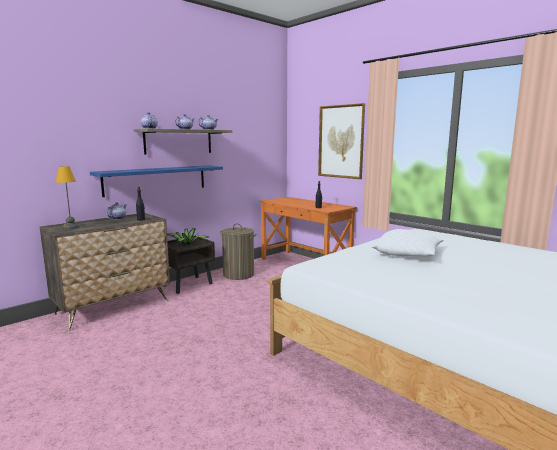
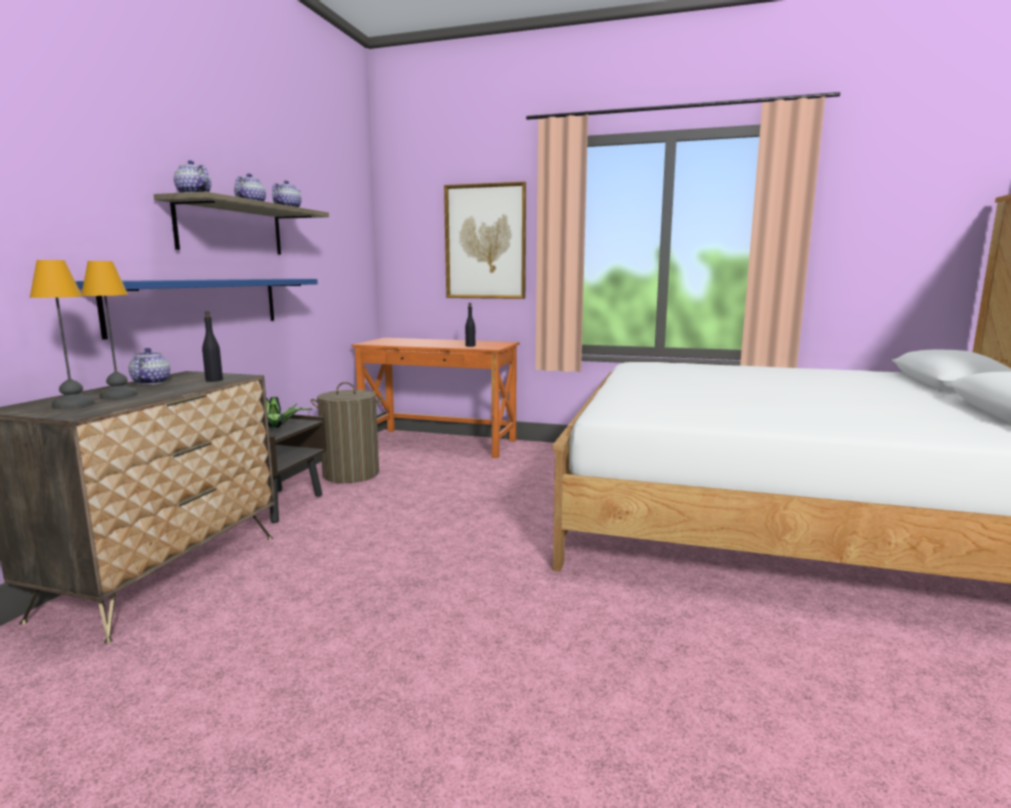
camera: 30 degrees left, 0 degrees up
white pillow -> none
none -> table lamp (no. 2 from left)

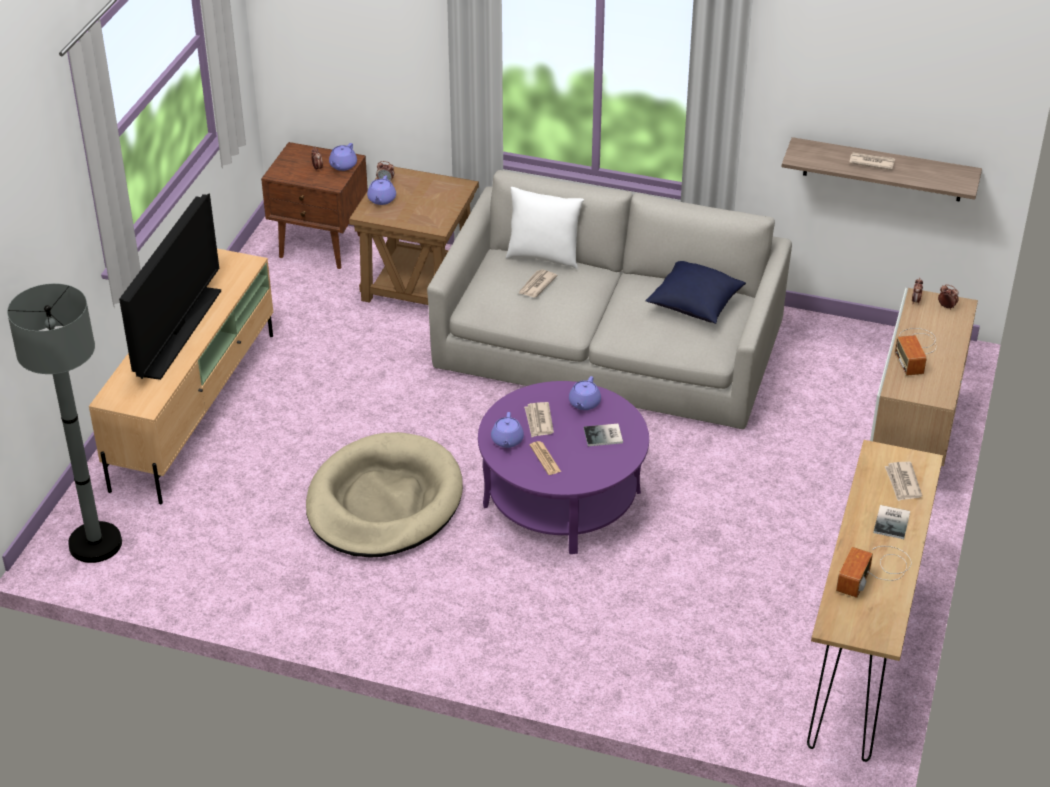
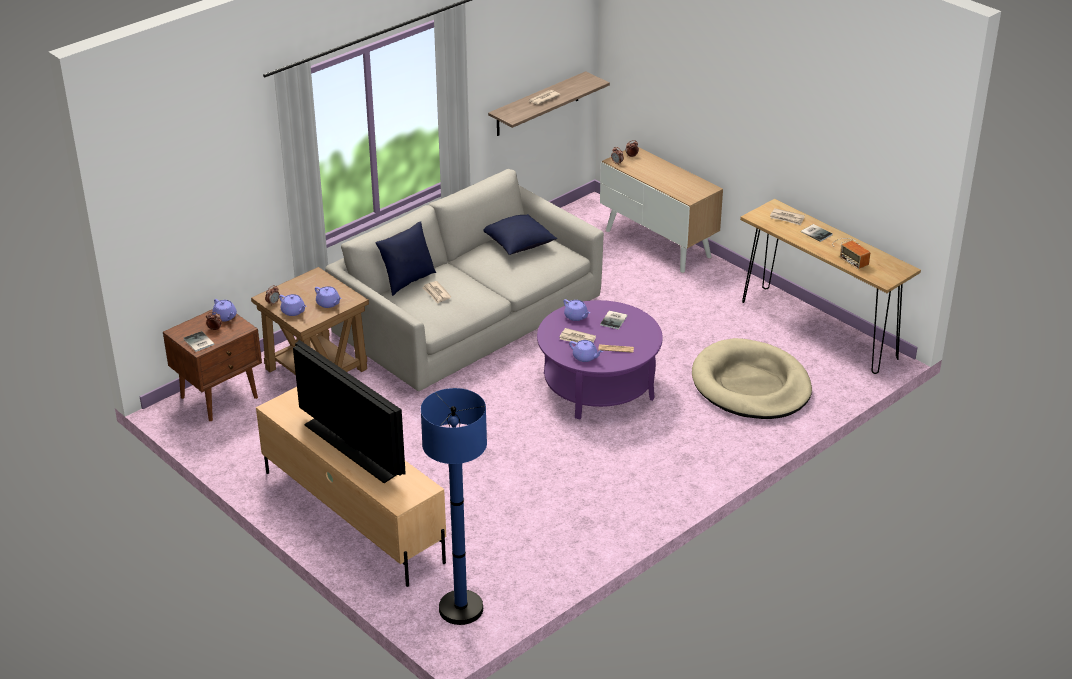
camera: 60 degrees left, 5 degrees down
radio (no. 2 from left) -> none
none -> book (no. 1 from left)
none -> purple teapot (no. 3 from left)
beige dog bed, shifted
grey floor lamp -> blue floor lamp
white pillow -> blue pillow (no. 1 from left)

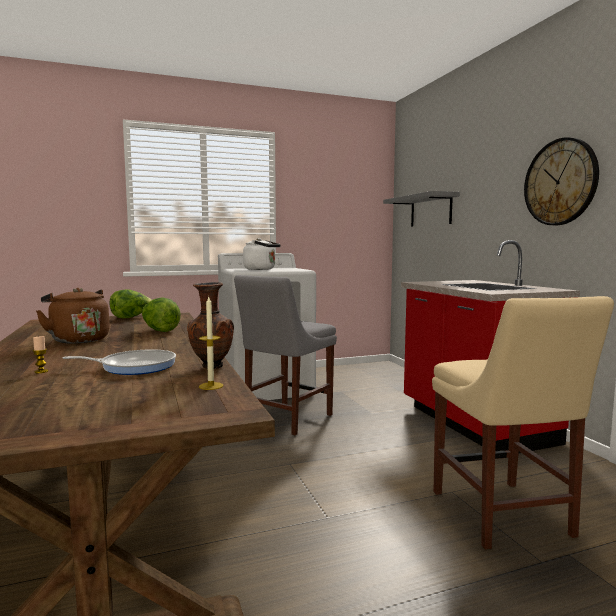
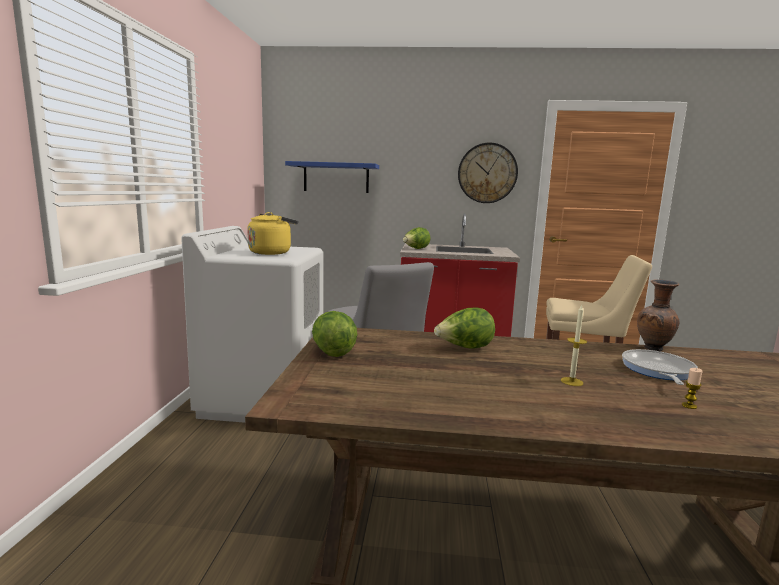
camera: 65 degrees left, 5 degrees up
brown kettle -> none
none -> lettuce (no. 2 from left)
candle (no. 2 from left in the first image) -> candle (no. 1 from left), shifted
white kettle -> yellow kettle
grey shelf -> blue shelf

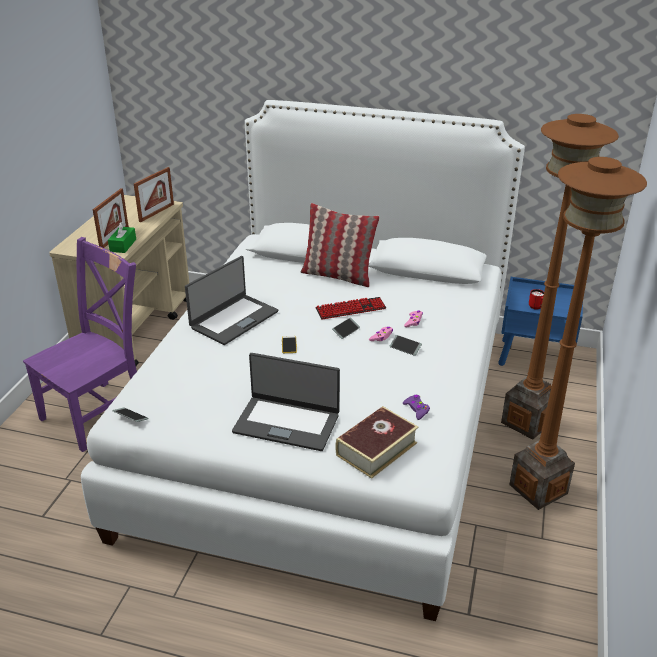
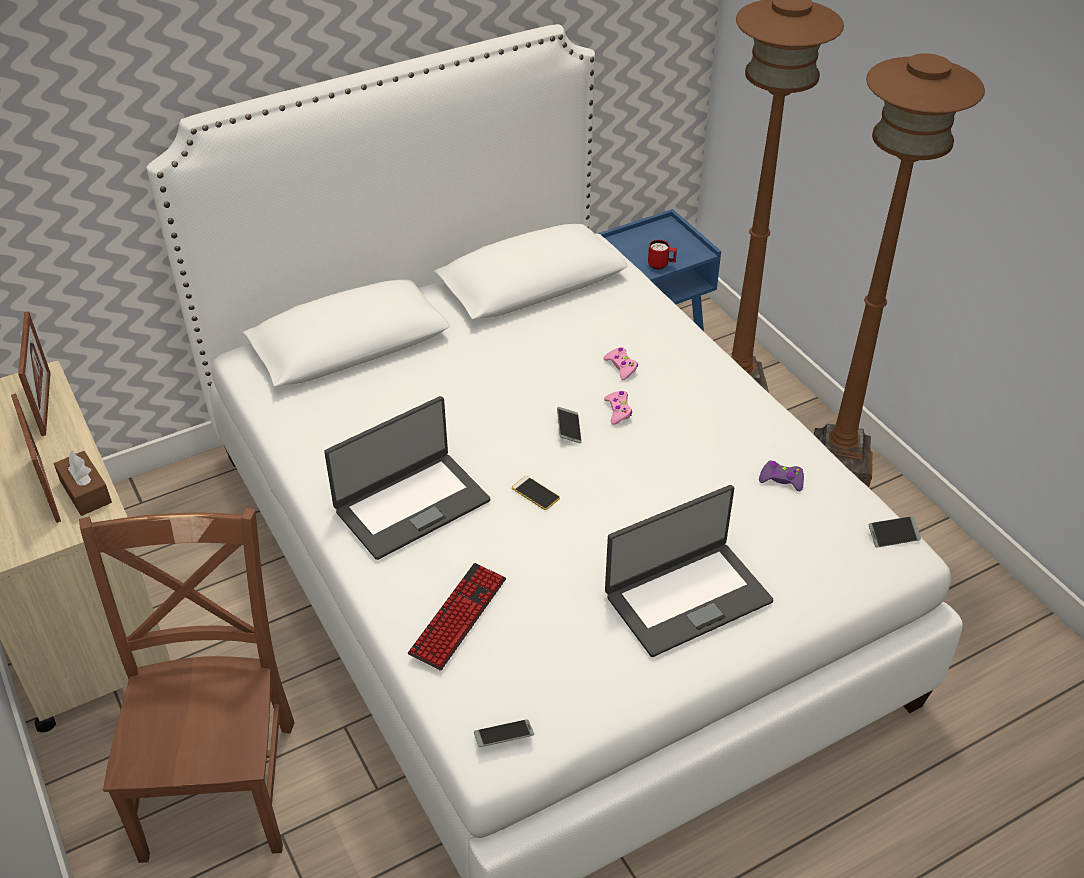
camera: 45 degrees left, 10 degrees up
pillow -> none
book -> none
keyboard, shifted
phone (no. 4 from left), shifted
purple chair -> brown chair
green tissue box -> brown tissue box
laptop (no. 1 from left), 60 degrees clockwise

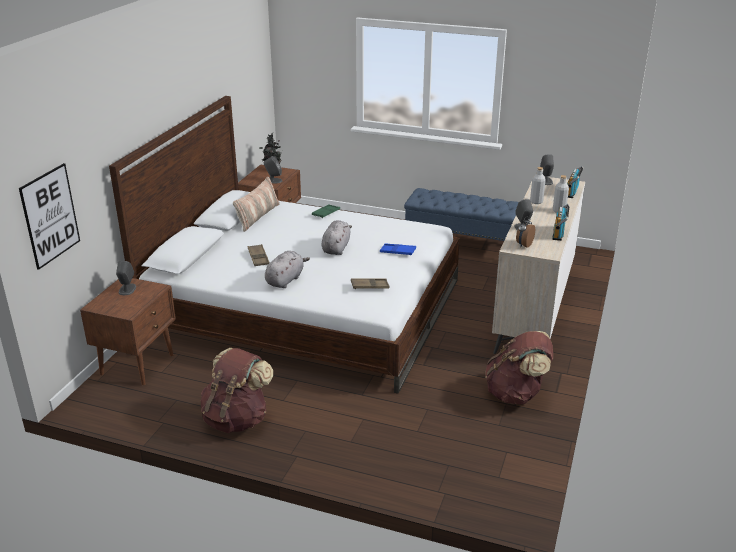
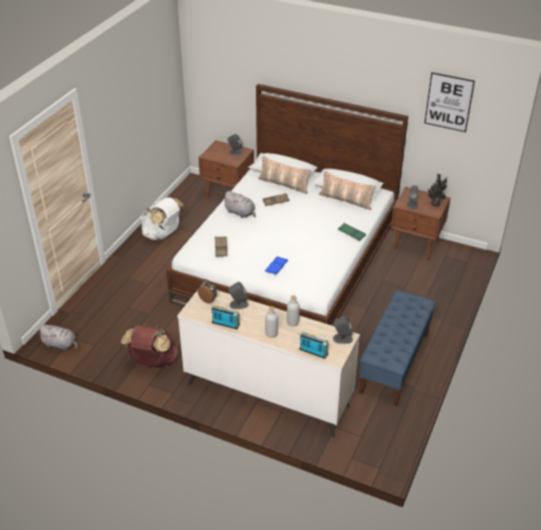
camera: 95 degrees right, 10 degrees up
none -> pillow (no. 1 from left)
picture, shifted
grey plush toy (no. 2 from left in the first image) -> grey plush toy (no. 1 from left), shifted
brown backpack (no. 1 from left) -> white backpack

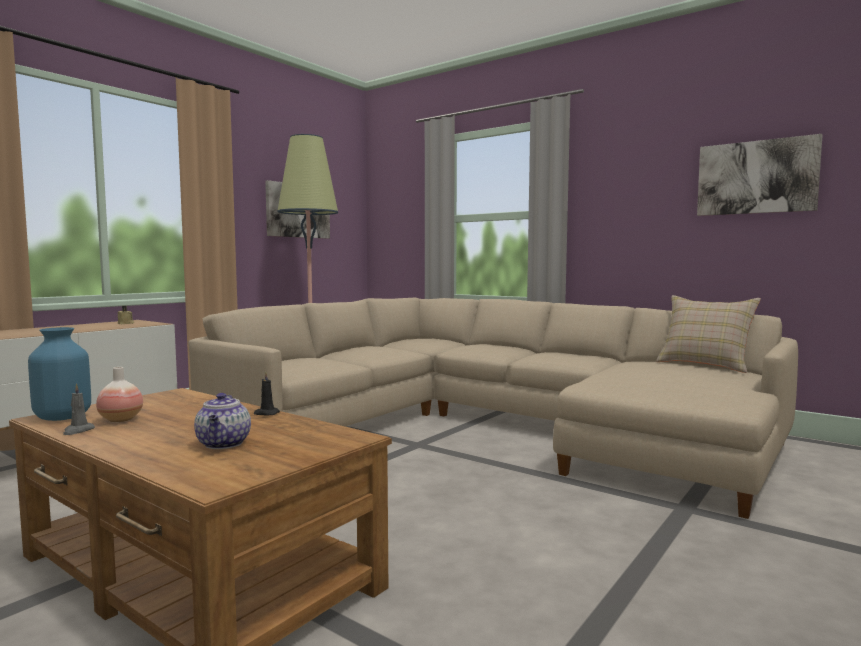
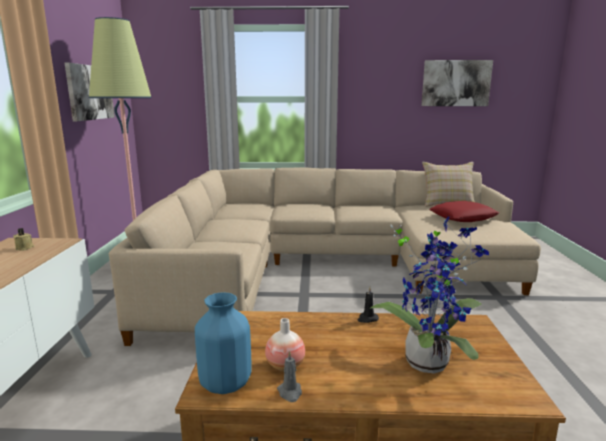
camera: 35 degrees left, 10 degrees up
none -> red pillow
teapot -> potted plant

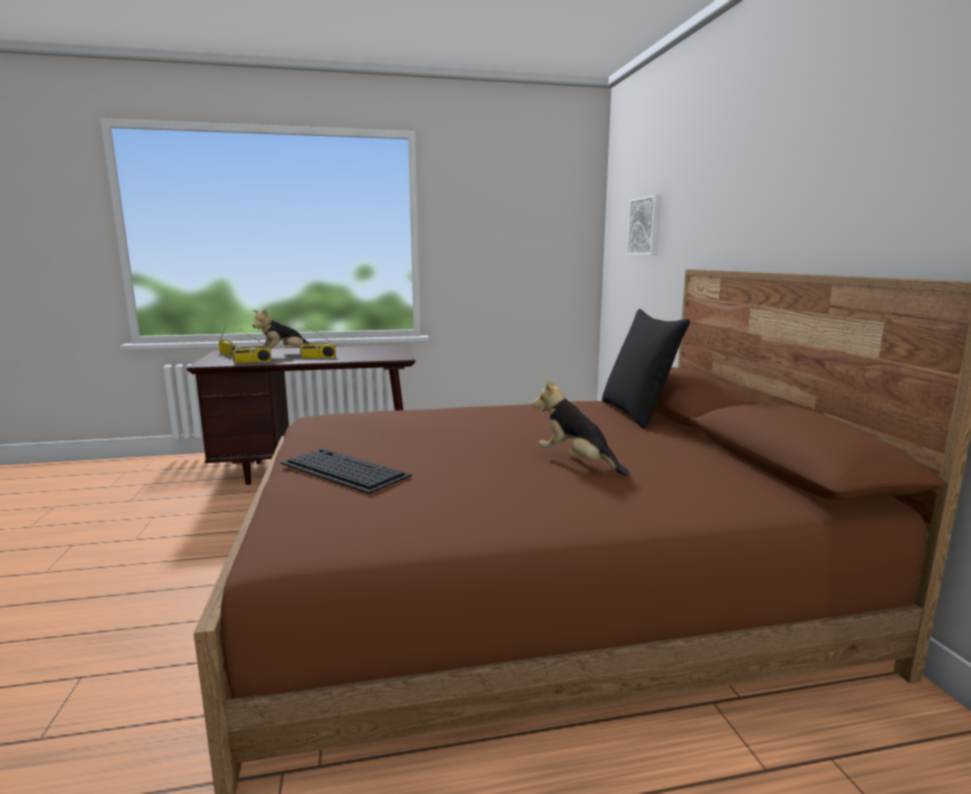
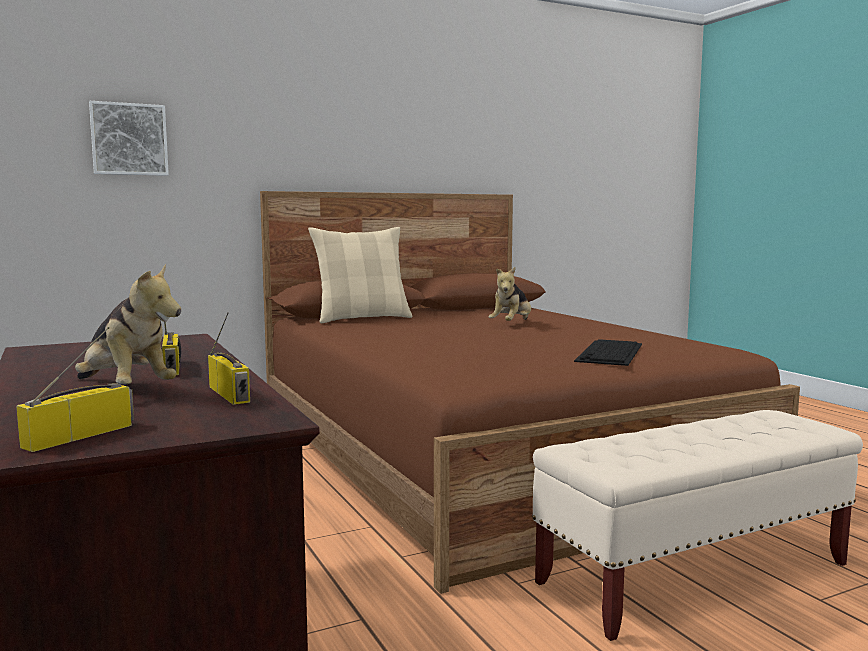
camera: 105 degrees left, 5 degrees down
none -> beige bench
black pillow -> beige pillow

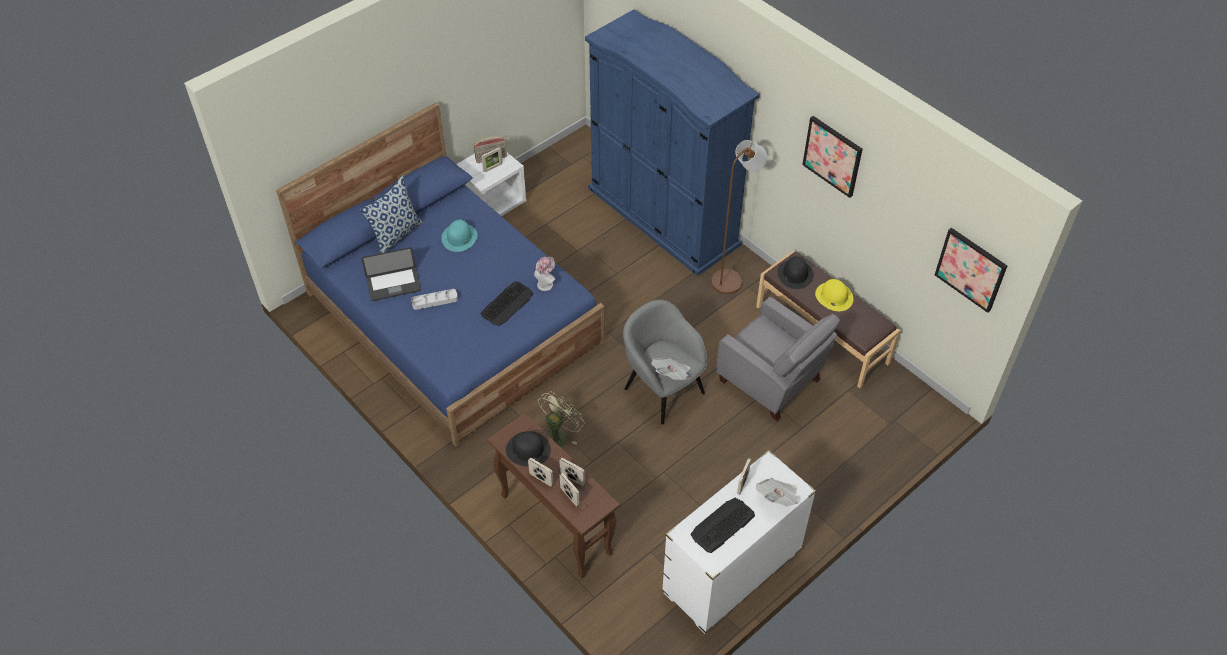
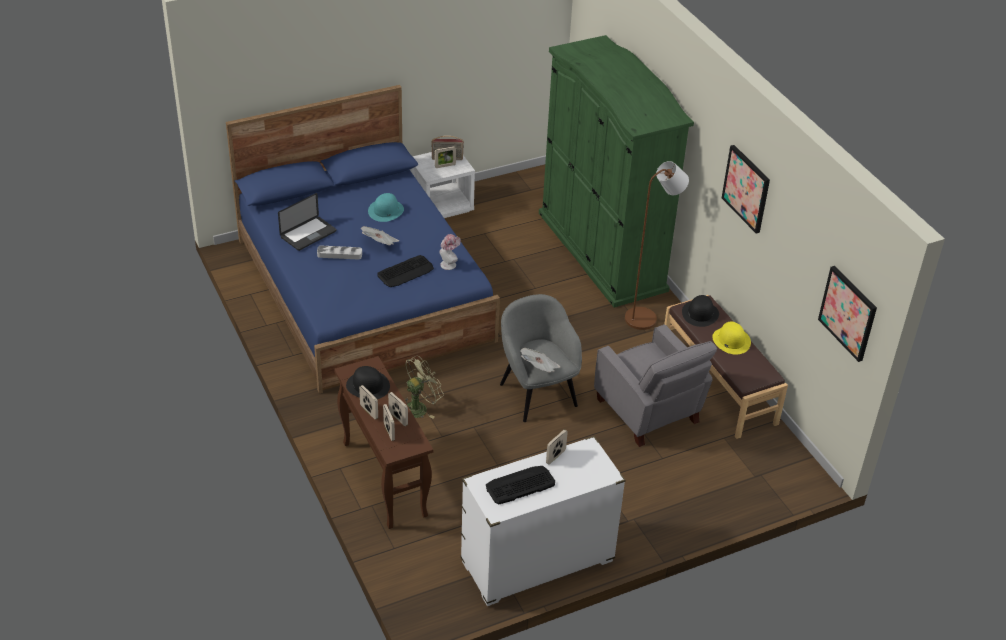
camera: 15 degrees right, 10 degrees down
pillow -> none
newspaper (no. 2 from left in the first image) -> newspaper (no. 1 from left), shifted
blue wardrobe -> green wardrobe
laptop, 45 degrees counterclockwise

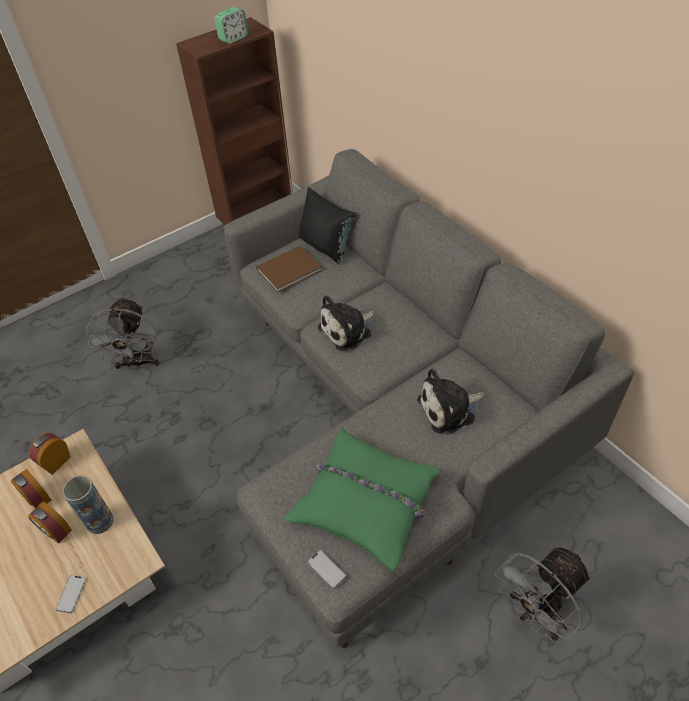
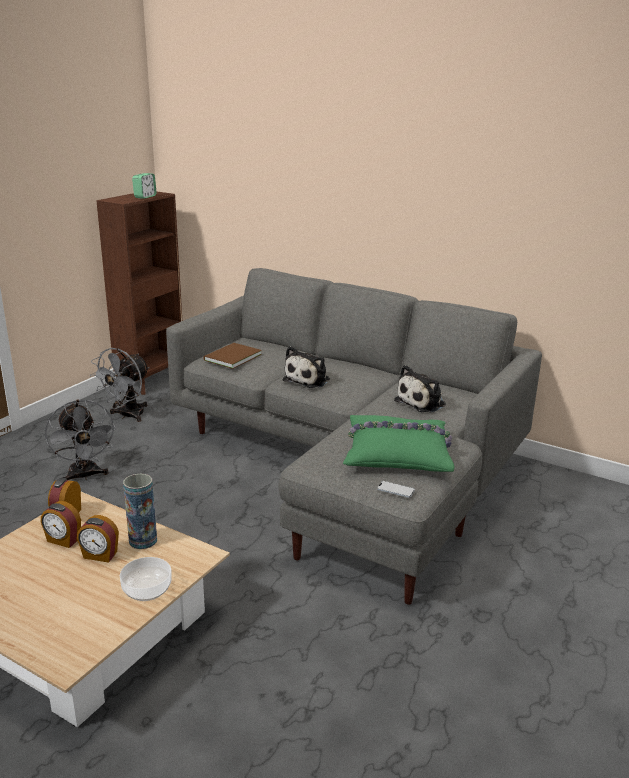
camera: 25 degrees left, 25 degrees down
black pillow -> none
grey fan (no. 2 from left), shifted
phone (no. 1 from left) -> bowl

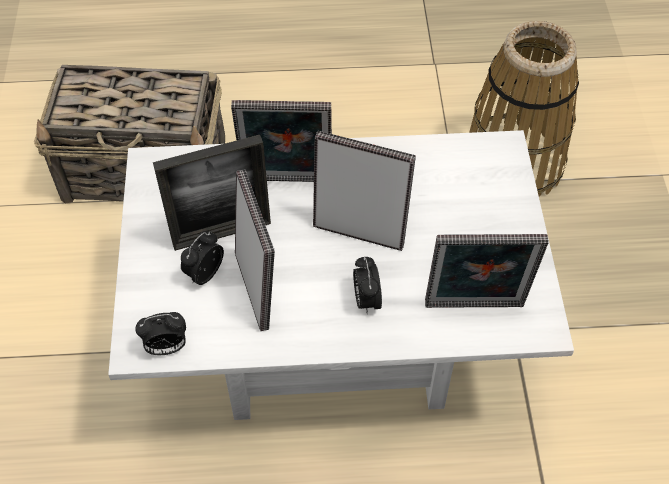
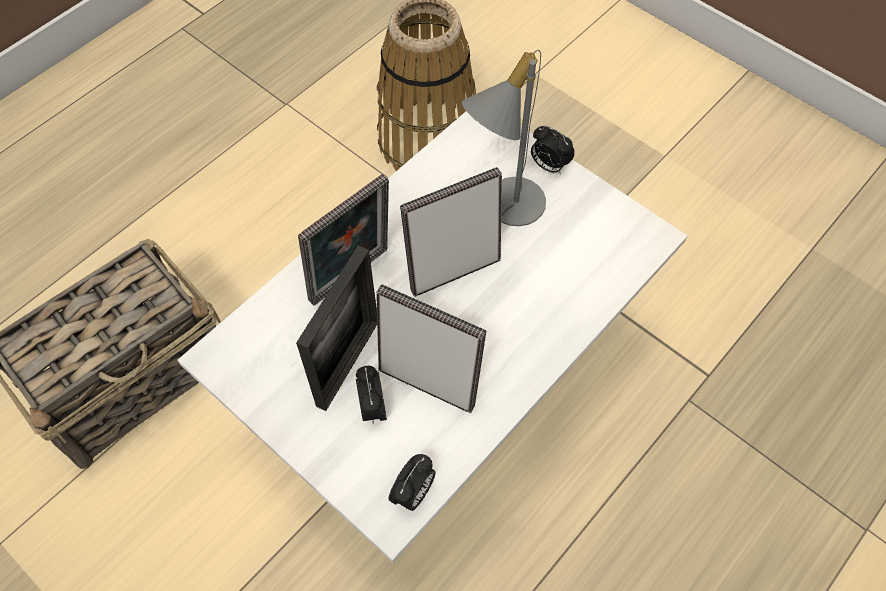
camera: 45 degrees left, 5 degrees up
picture frame (no. 5 from left) -> none
none -> grey table lamp
alarm clock (no. 3 from left), shifted

